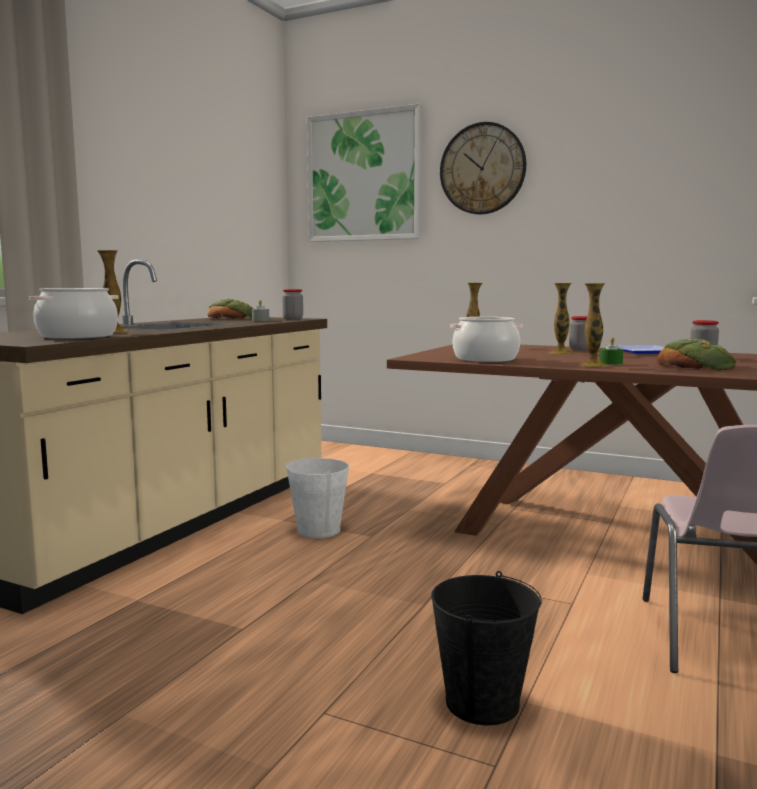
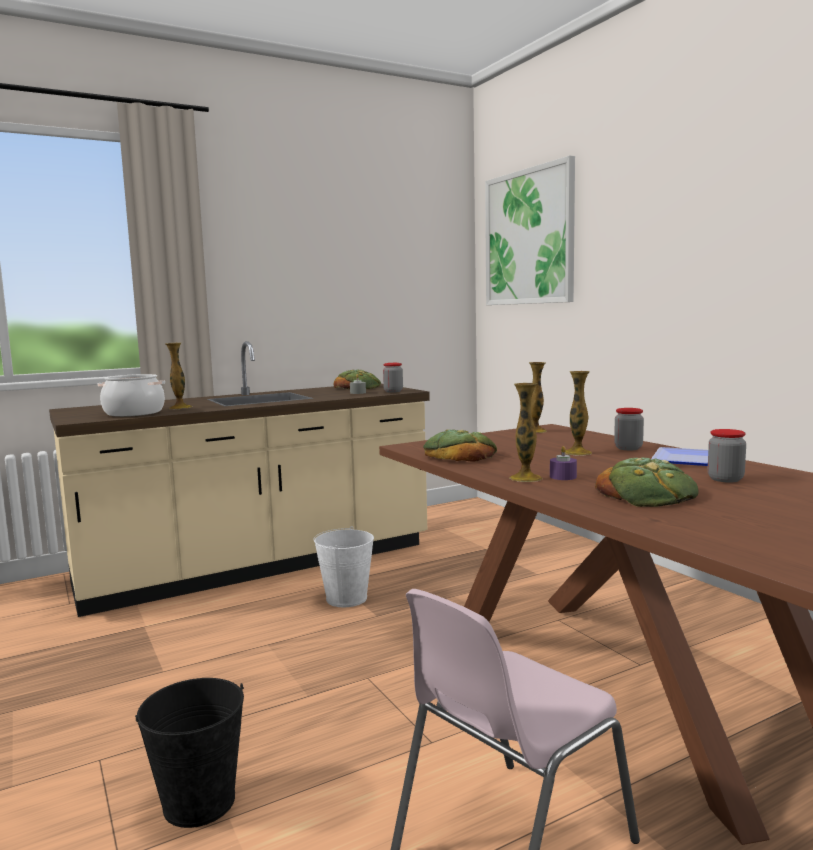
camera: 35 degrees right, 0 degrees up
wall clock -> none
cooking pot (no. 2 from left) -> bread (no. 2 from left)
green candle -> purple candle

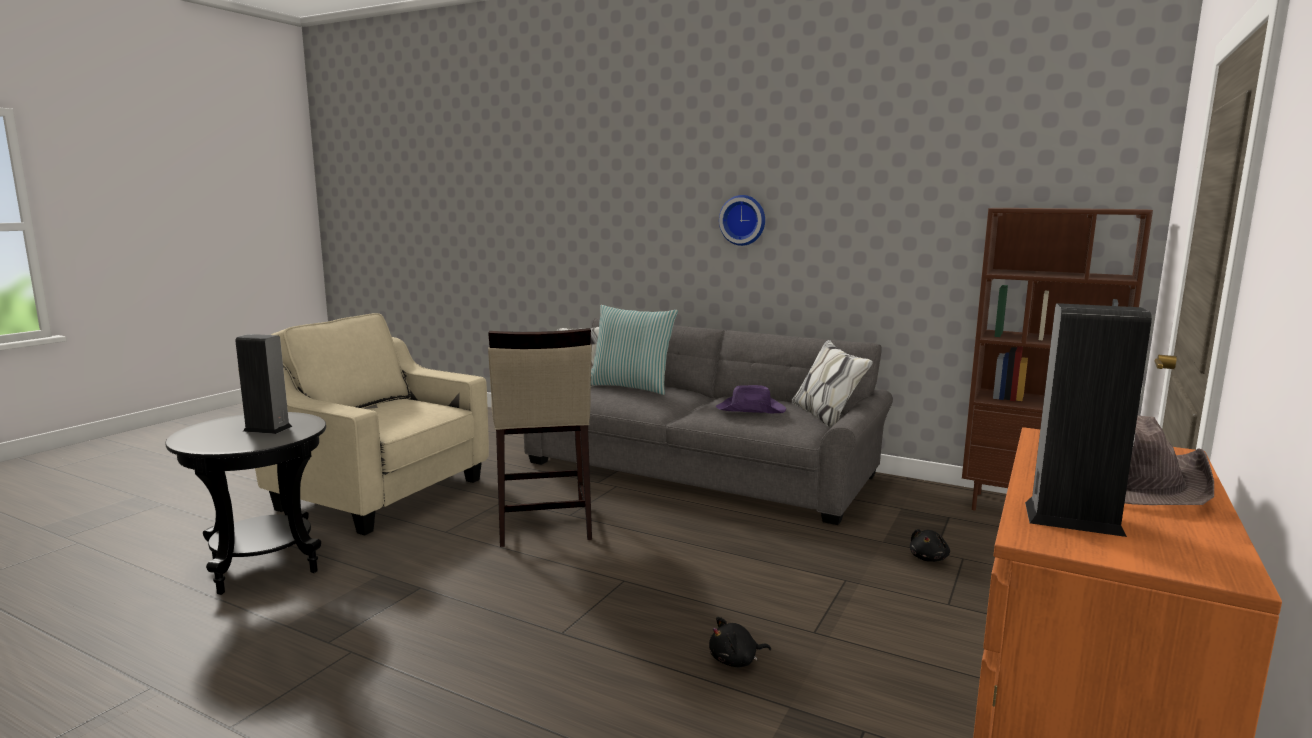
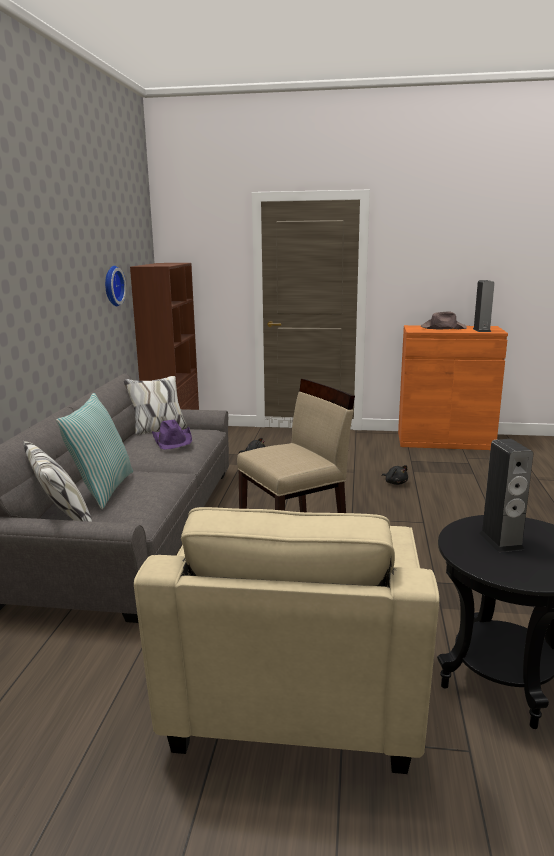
camera: 110 degrees left, 5 degrees up
wall clock, shifted

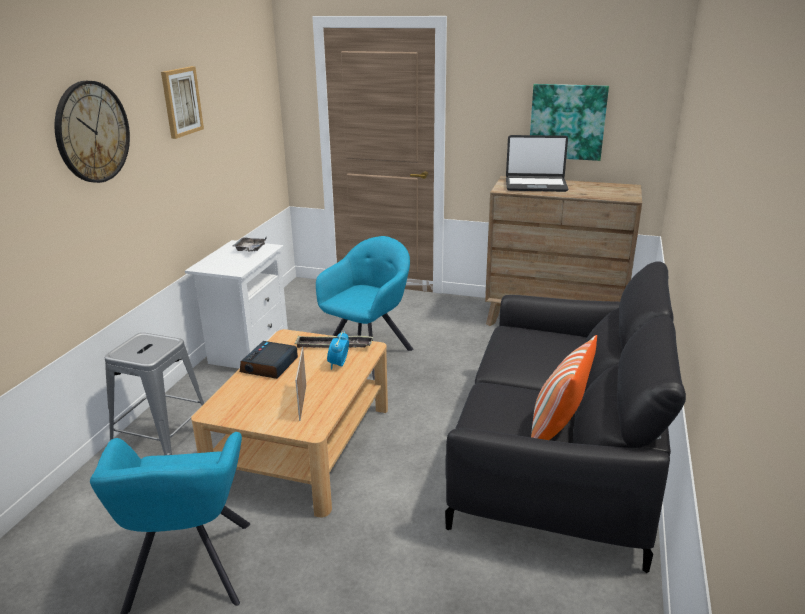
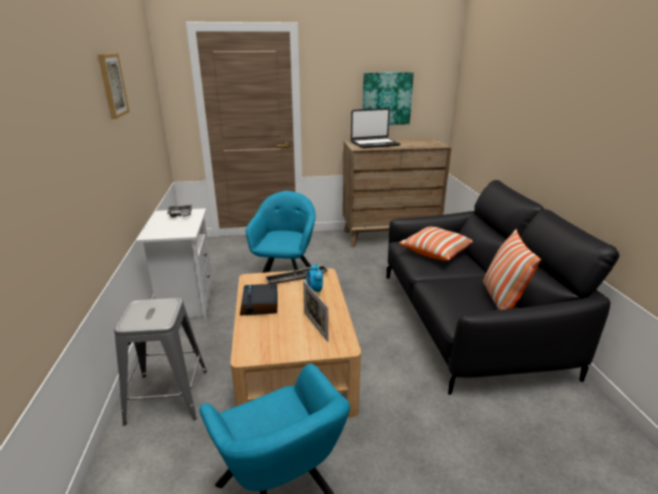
camera: 25 degrees left, 0 degrees up
wall clock -> none
none -> pillow (no. 1 from left)

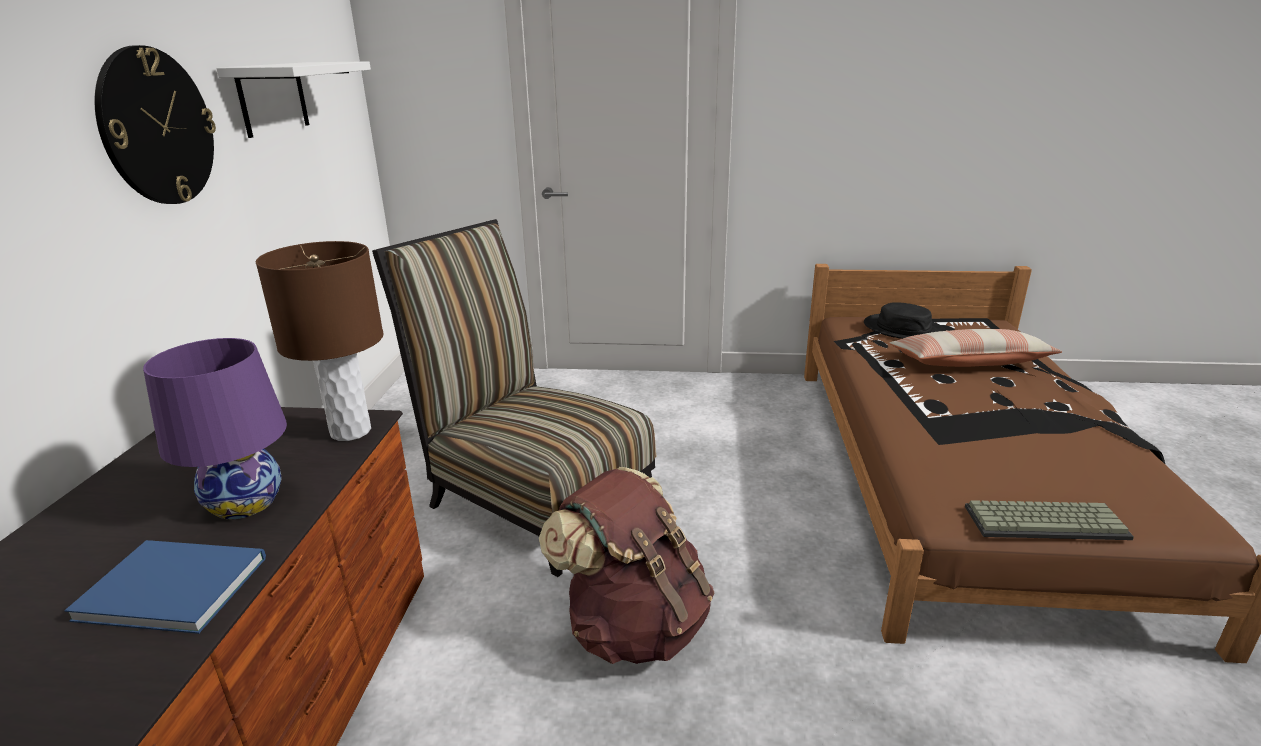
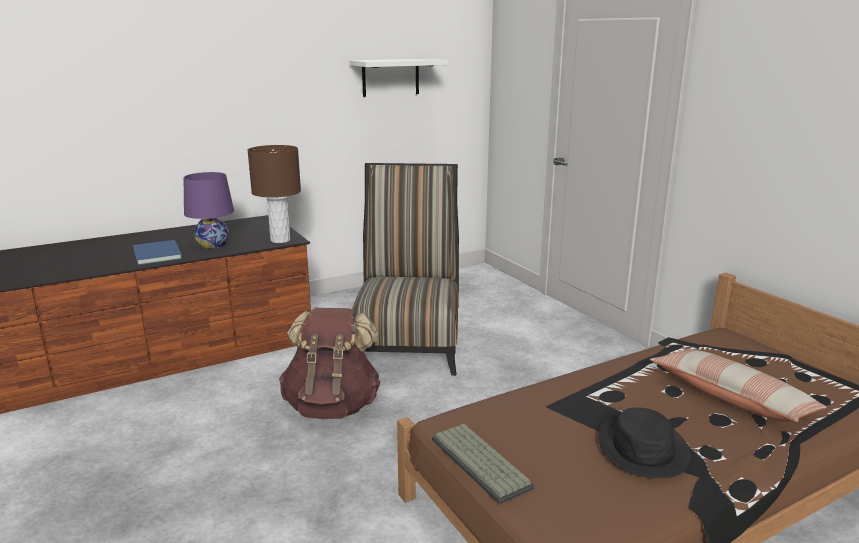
camera: 55 degrees right, 5 degrees down
wall clock -> none
black hat, shifted

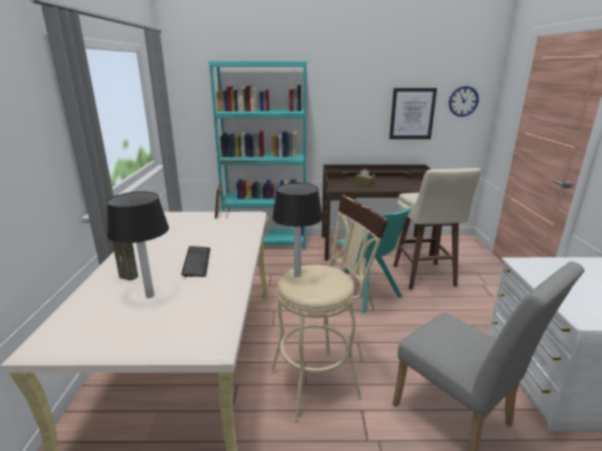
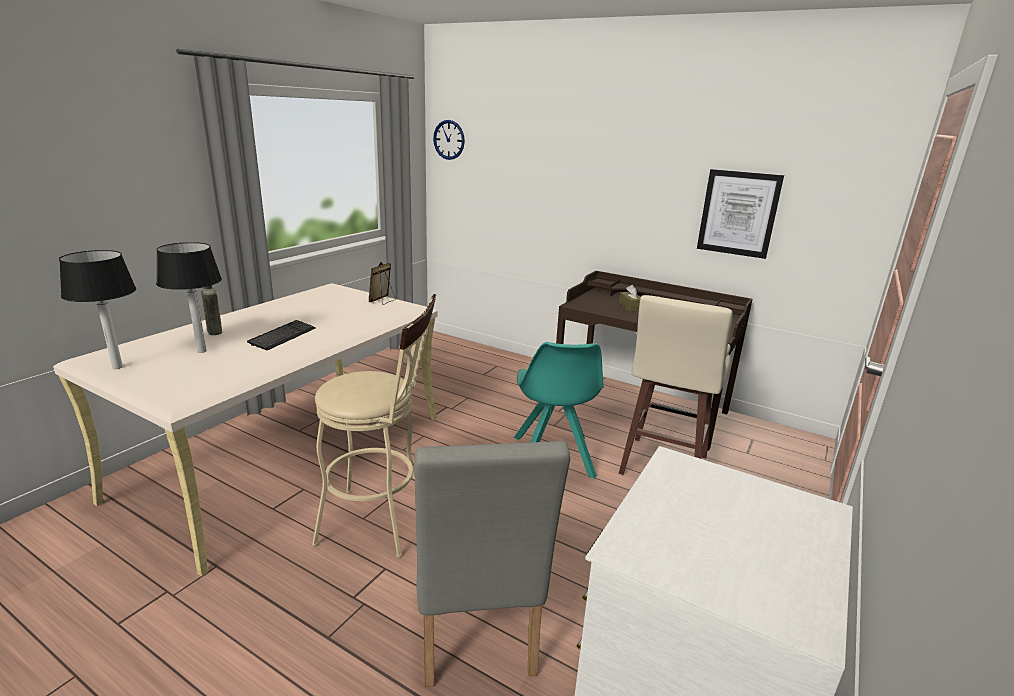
camera: 30 degrees right, 0 degrees up
turquoise bookcase -> none
table lamp (no. 2 from left in the first image) -> table lamp (no. 1 from left), shifted
wall clock, shifted

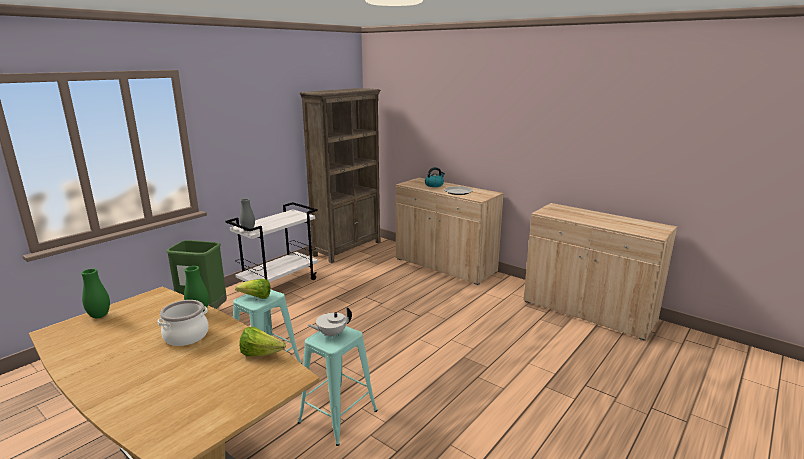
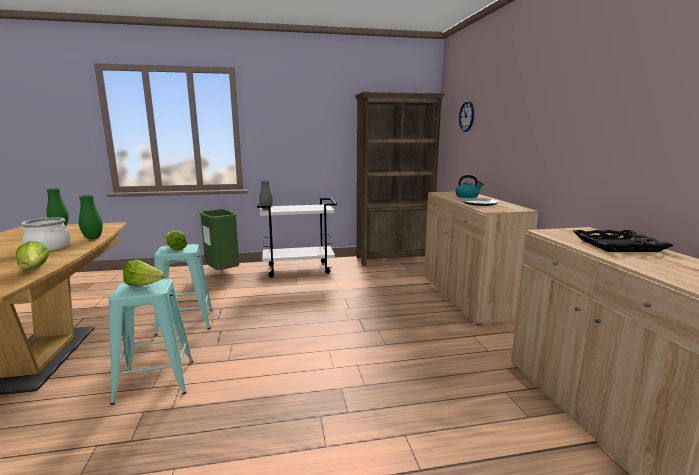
camera: 40 degrees right, 5 degrees down
none -> wall clock
none -> black tray
white teapot -> lettuce (no. 2 from left)

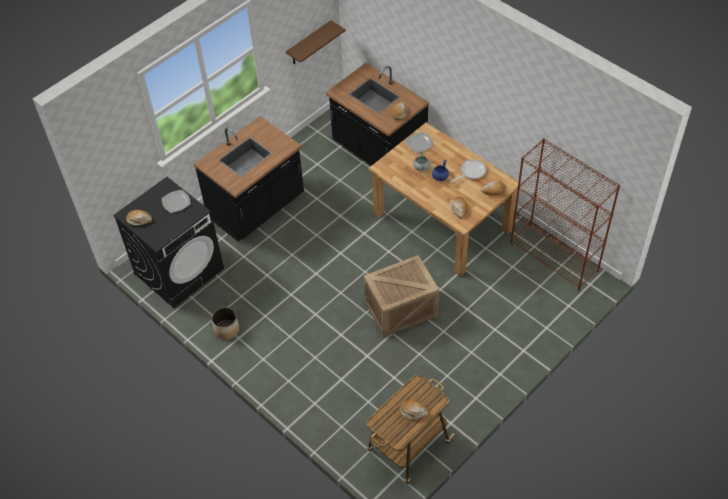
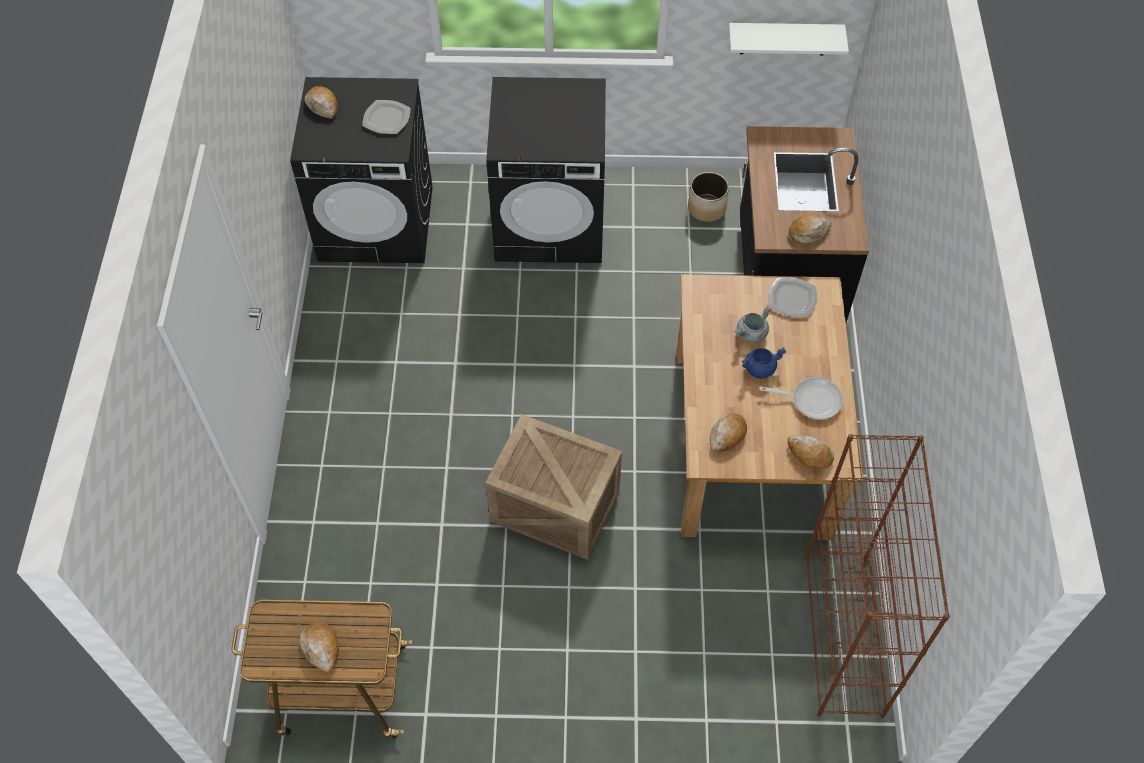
camera: 45 degrees right, 5 degrees up
planter, shifted
black counter (no. 1 from left) -> black washing machine (no. 2 from left)
brown shelf -> white shelf

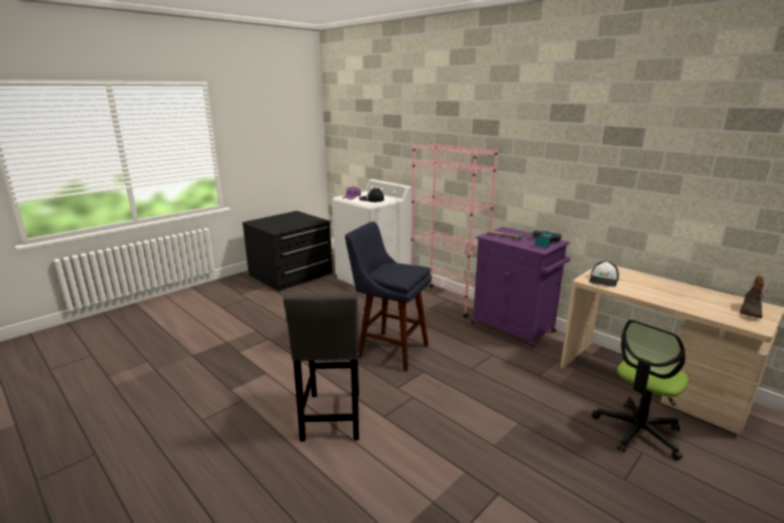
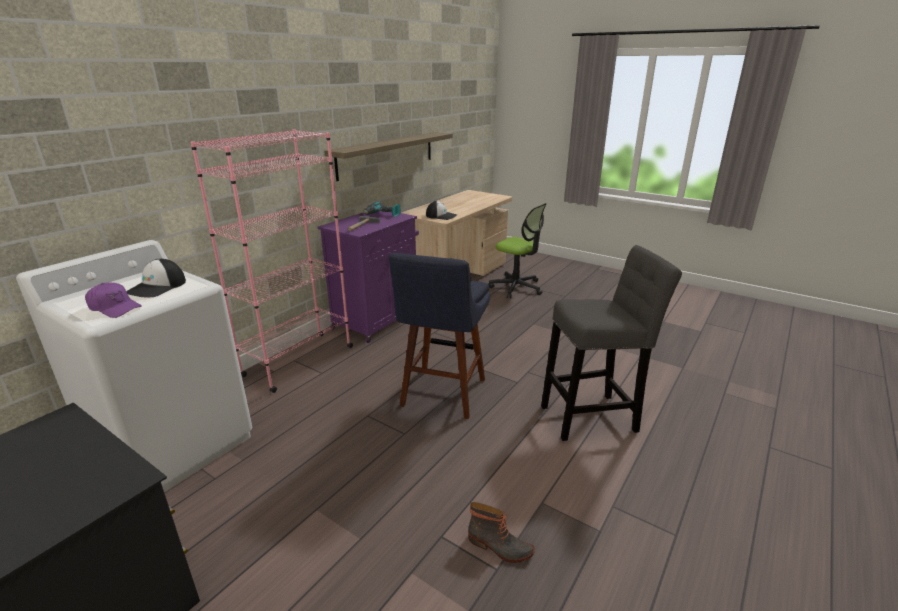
camera: 100 degrees left, 5 degrees up
none -> shelf
boot, shifted

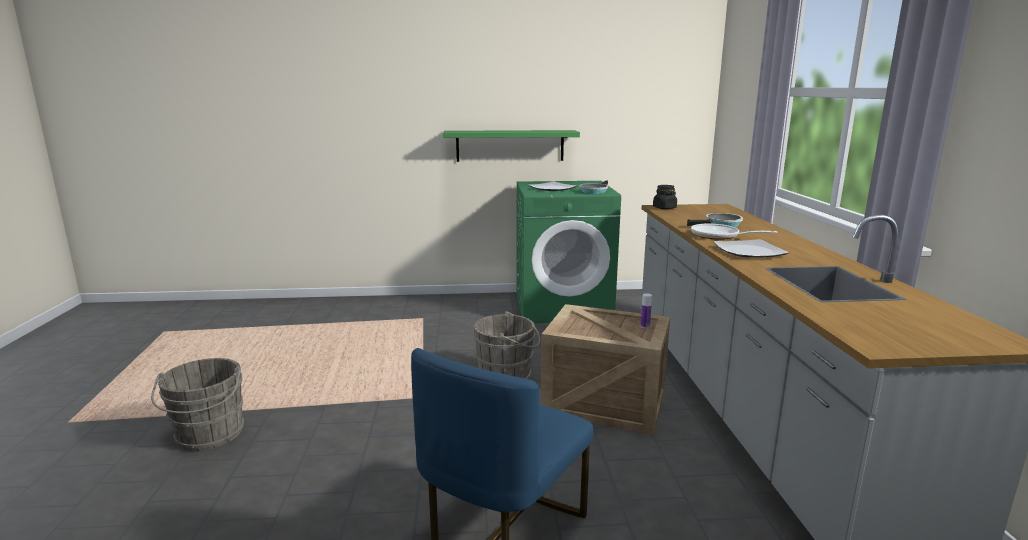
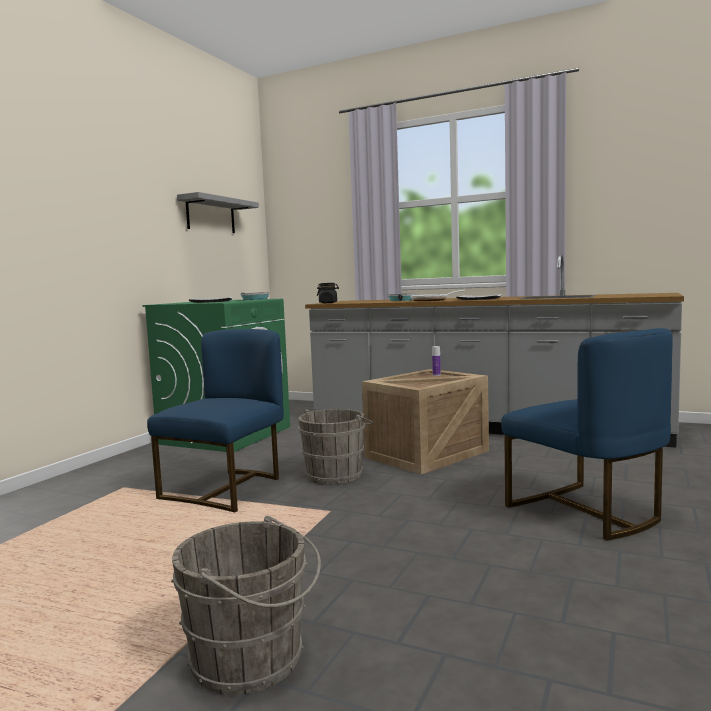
camera: 60 degrees left, 10 degrees down
green shelf -> none
none -> blue chair (no. 1 from left)
none -> grey shelf

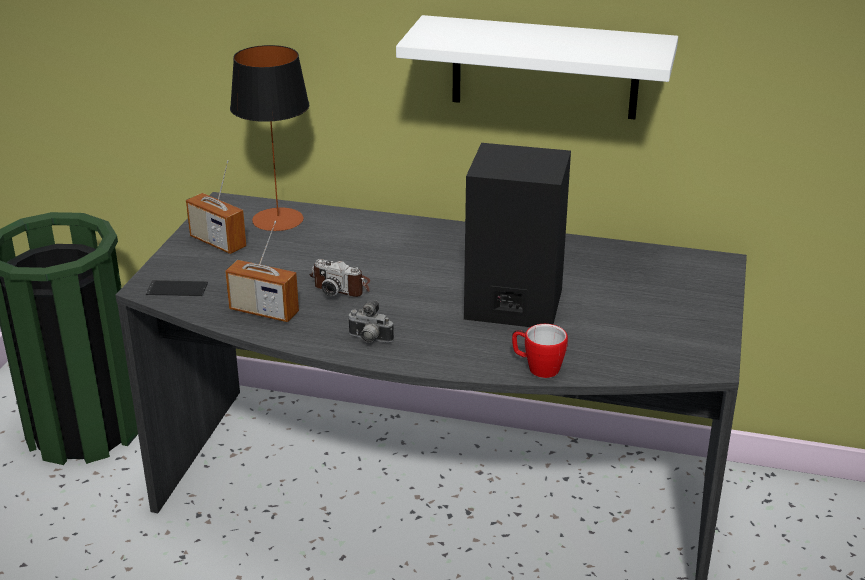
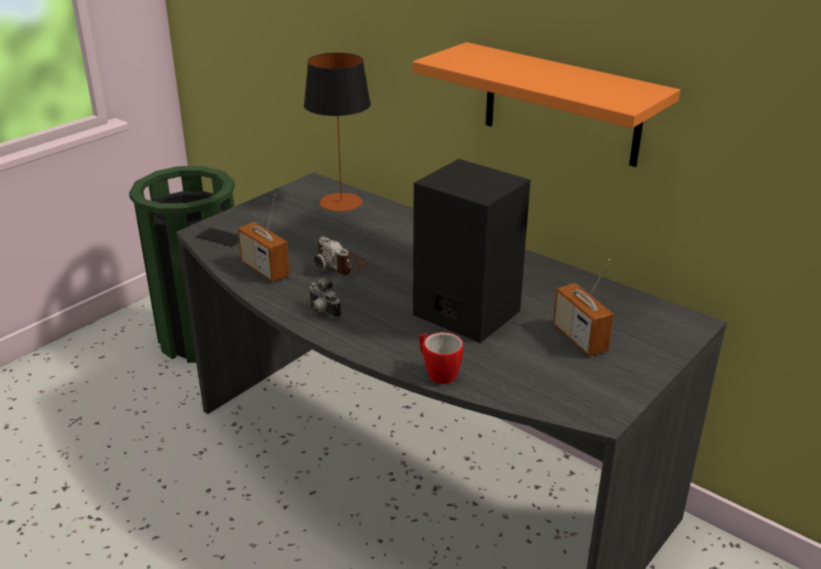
camera: 25 degrees right, 0 degrees up
radio (no. 1 from left in the first image) -> radio (no. 2 from left), shifted
white shelf -> orange shelf

